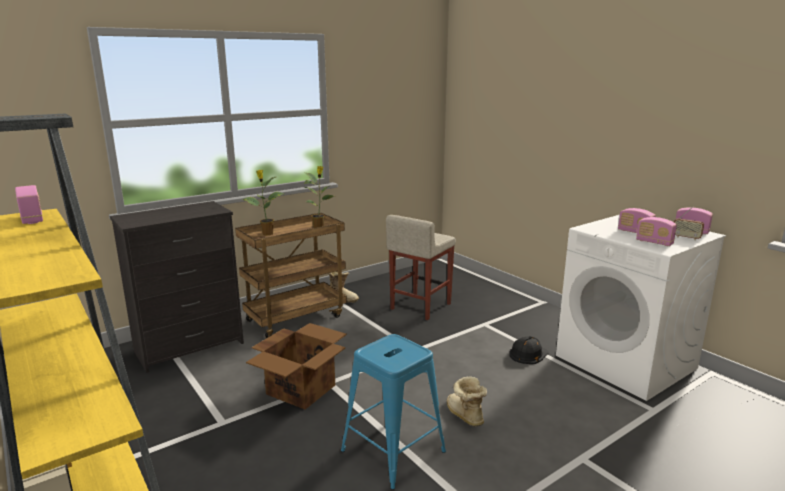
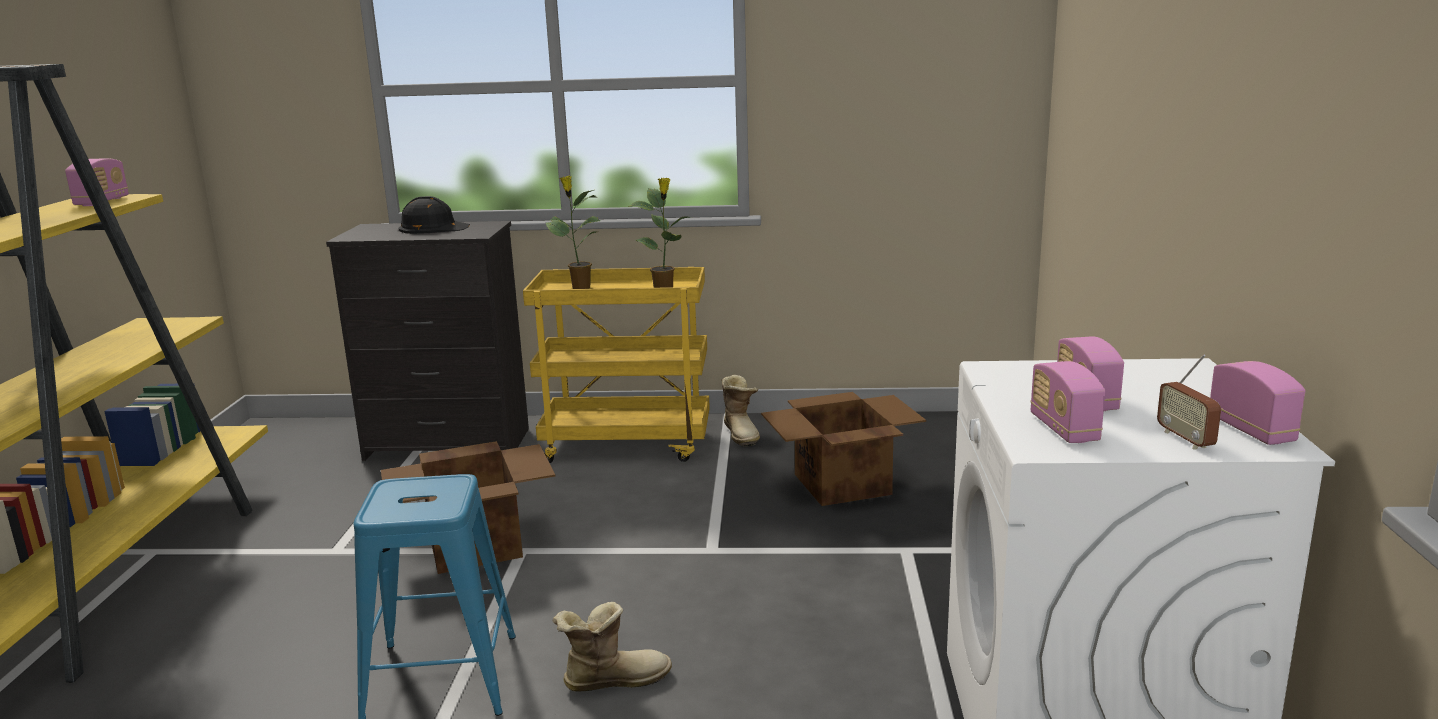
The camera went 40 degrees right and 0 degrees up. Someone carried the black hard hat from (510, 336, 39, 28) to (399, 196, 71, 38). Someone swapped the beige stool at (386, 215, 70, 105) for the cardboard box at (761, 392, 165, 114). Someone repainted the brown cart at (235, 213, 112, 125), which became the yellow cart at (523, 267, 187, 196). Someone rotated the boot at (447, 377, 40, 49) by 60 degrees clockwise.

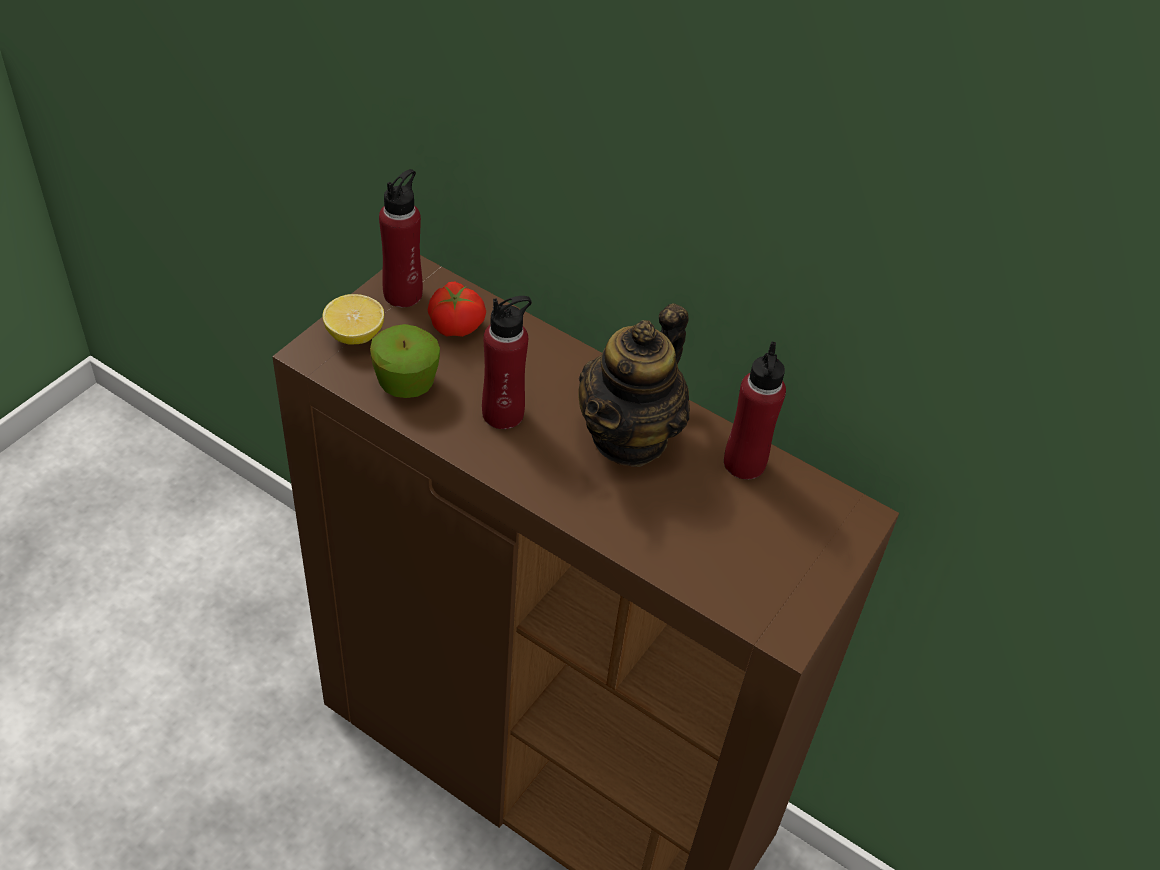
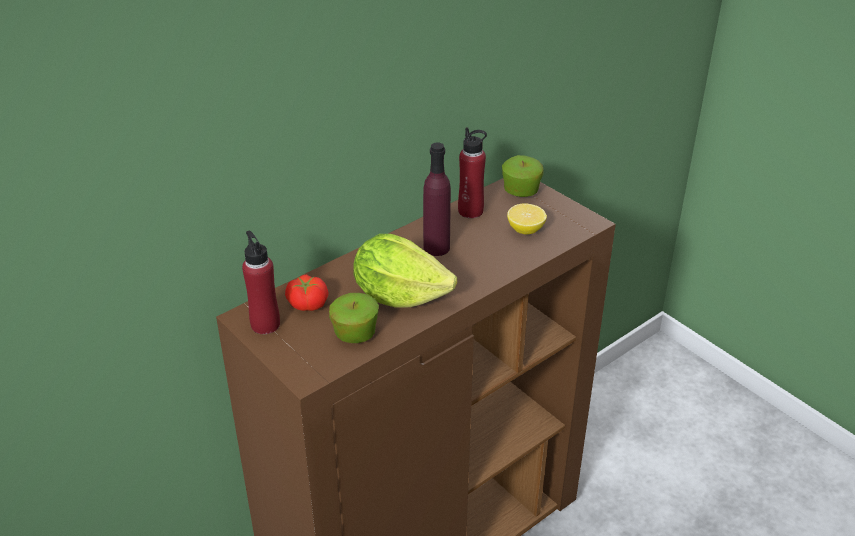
The camera went 70 degrees left and 10 degrees down. Someone put down the apple at (502, 155, 42, 42). Someone carried the lemon from (323, 294, 61, 51) to (507, 203, 40, 32). Someone swapped the red bottle at (482, 296, 50, 133) for the lettuce at (354, 234, 103, 74). Someone swapped the teapot at (579, 303, 111, 164) for the purple bottle at (423, 142, 28, 114).

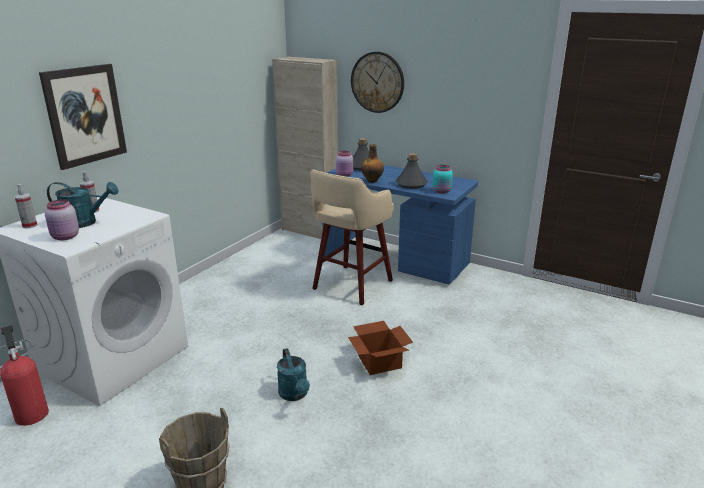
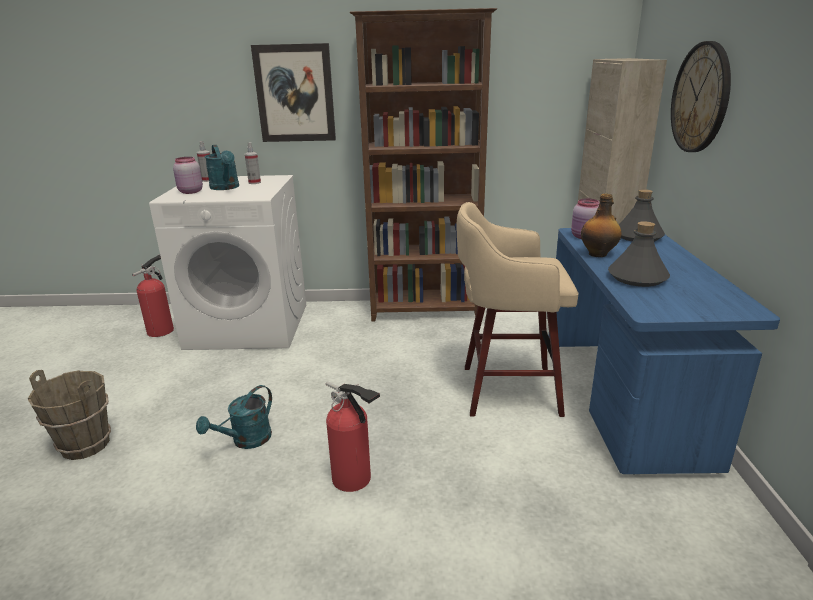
The camera went 60 degrees right and 0 degrees up. Someone took away the turquoise jar at (432, 165, 21, 28). Someone put down the brown bookcase at (350, 8, 147, 314). Someone swapped the cardboard box at (348, 321, 65, 54) for the fire extinguisher at (326, 381, 54, 111).

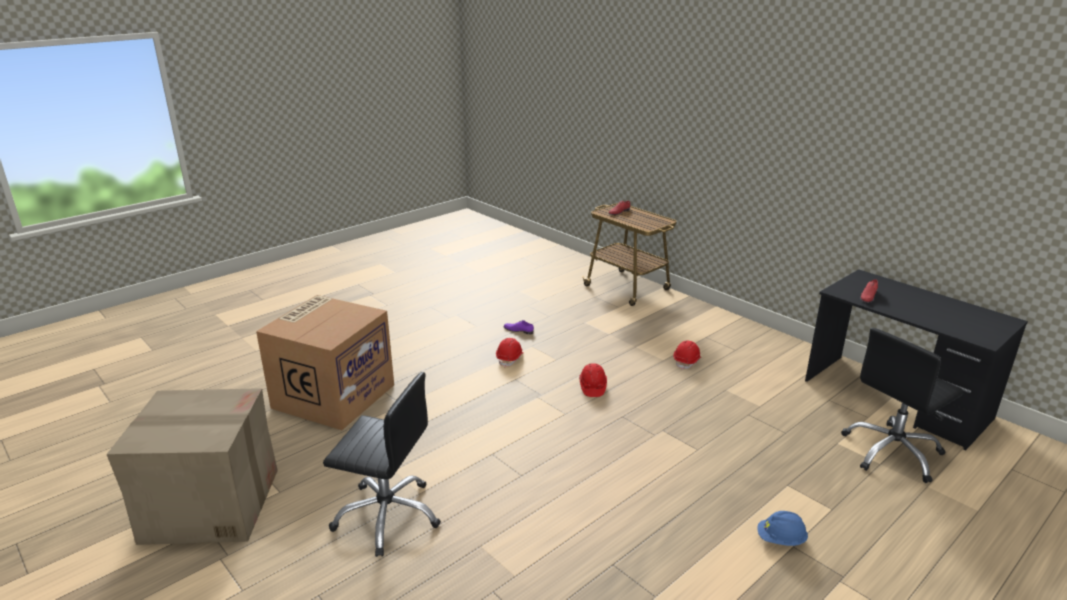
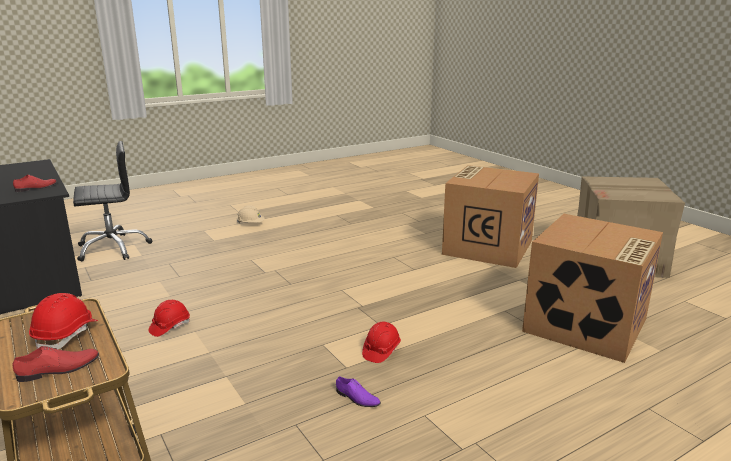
The camera went 170 degrees left and 5 degrees down. Someone carried the red hard hat from (579, 363, 28, 34) to (29, 293, 69, 56). Someone swapped the black office chair at (323, 372, 118, 185) for the cardboard box at (442, 165, 97, 103). Someone repainted the blue hard hat at (757, 511, 51, 35), which became the beige hard hat at (237, 205, 28, 18).

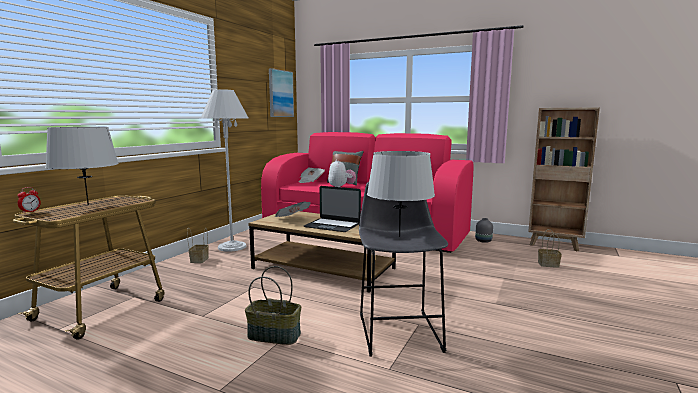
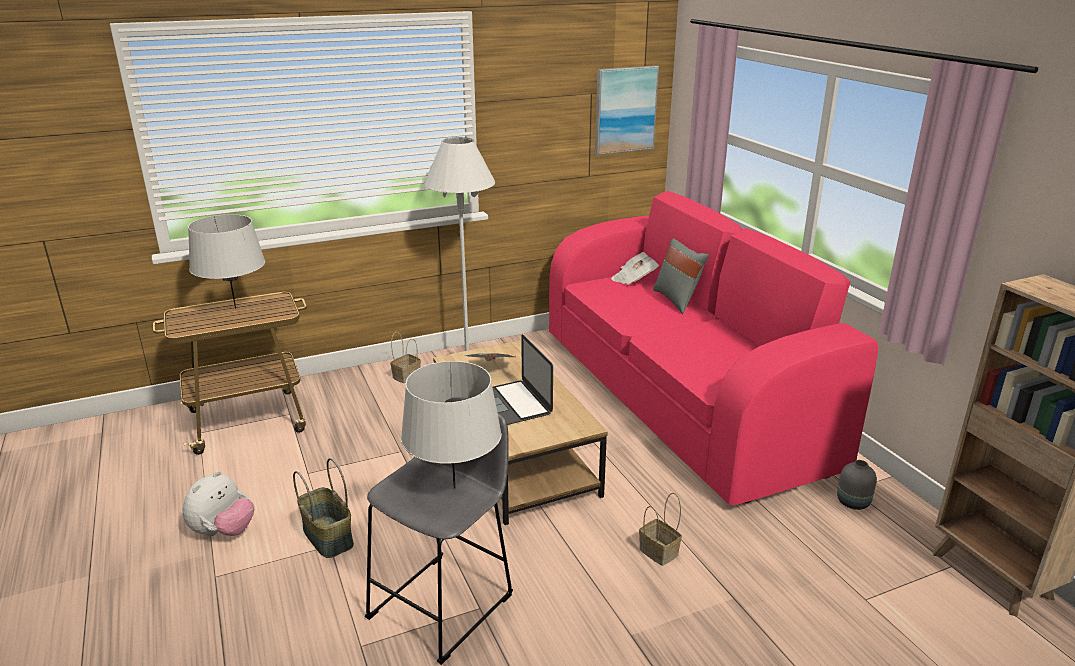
The camera went 40 degrees right and 15 degrees up. Someone took away the alarm clock at (17, 187, 24, 26). Someone carried the plush toy from (328, 159, 28, 28) to (182, 471, 72, 66). Someone carried the basket from (538, 229, 24, 39) to (639, 493, 43, 73).

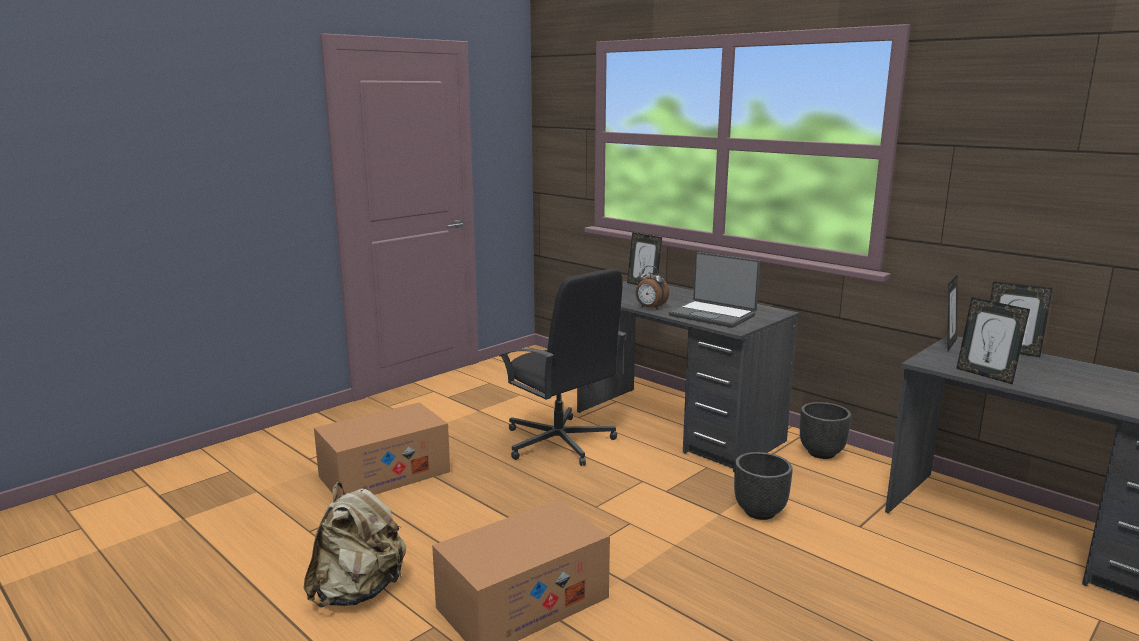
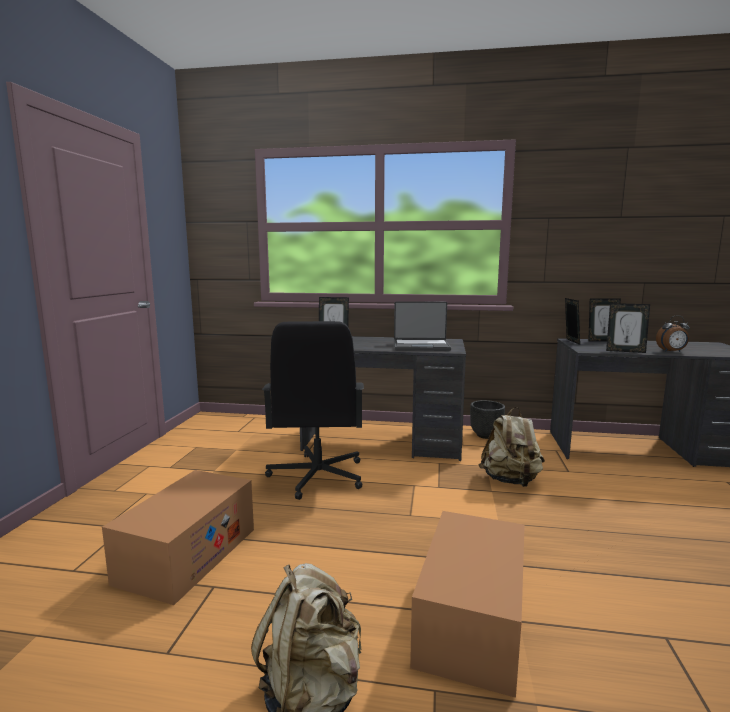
The camera went 35 degrees left and 5 degrees down. Someone carried the alarm clock from (636, 266, 33, 44) to (656, 315, 34, 37). Someone swapped the black planter at (734, 452, 59, 68) for the beige backpack at (479, 407, 66, 80). Someone rotated the black office chair at (499, 269, 127, 197) by 75 degrees clockwise.

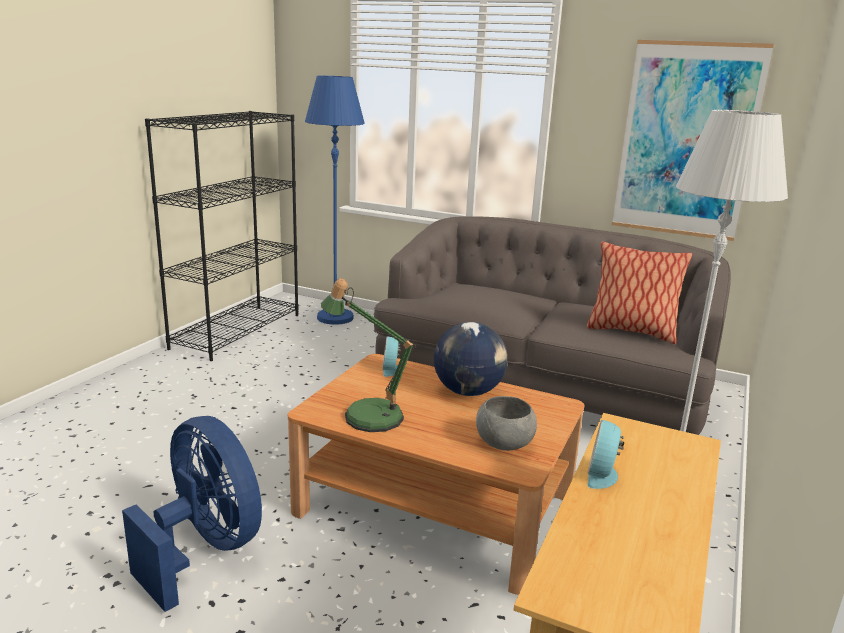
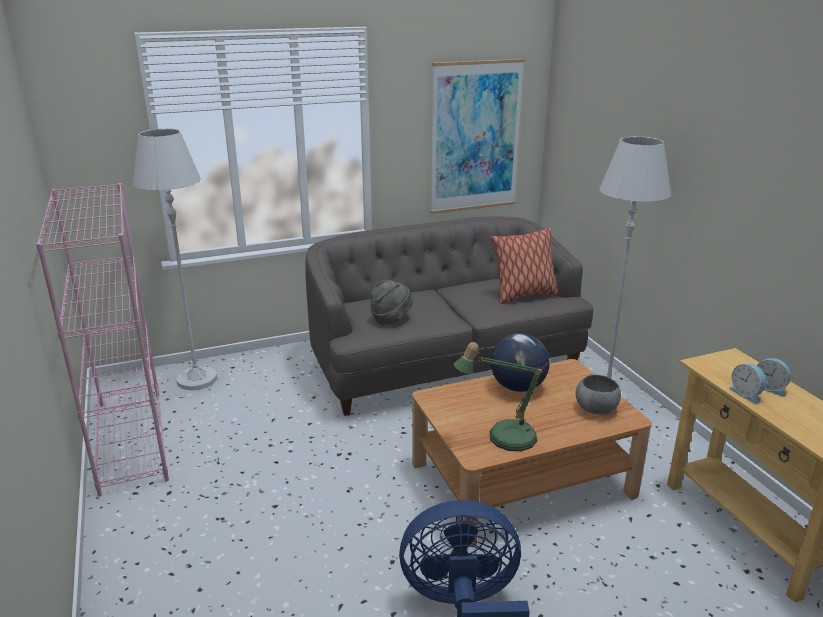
The camera went 45 degrees left and 5 degrees up. Someone put down the grey hat at (370, 280, 43, 45). Someone carried the alarm clock from (382, 337, 19, 40) to (756, 358, 35, 39). Someone repainted the black bookcase at (145, 111, 154, 250), which became the pink bookcase at (36, 183, 133, 314). Someone repainted the blue floor lamp at (305, 76, 60, 249), which became the white floor lamp at (132, 128, 85, 262).

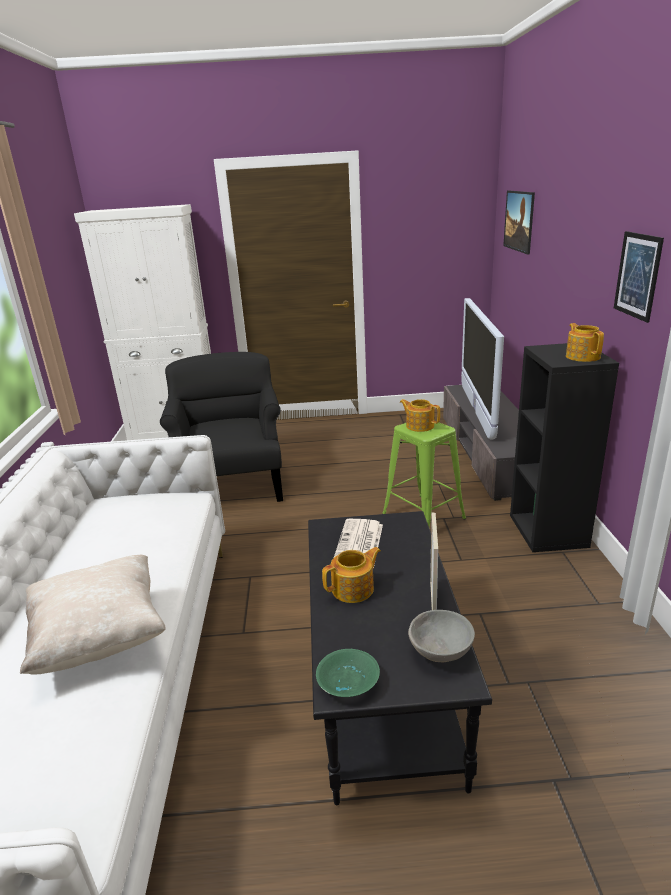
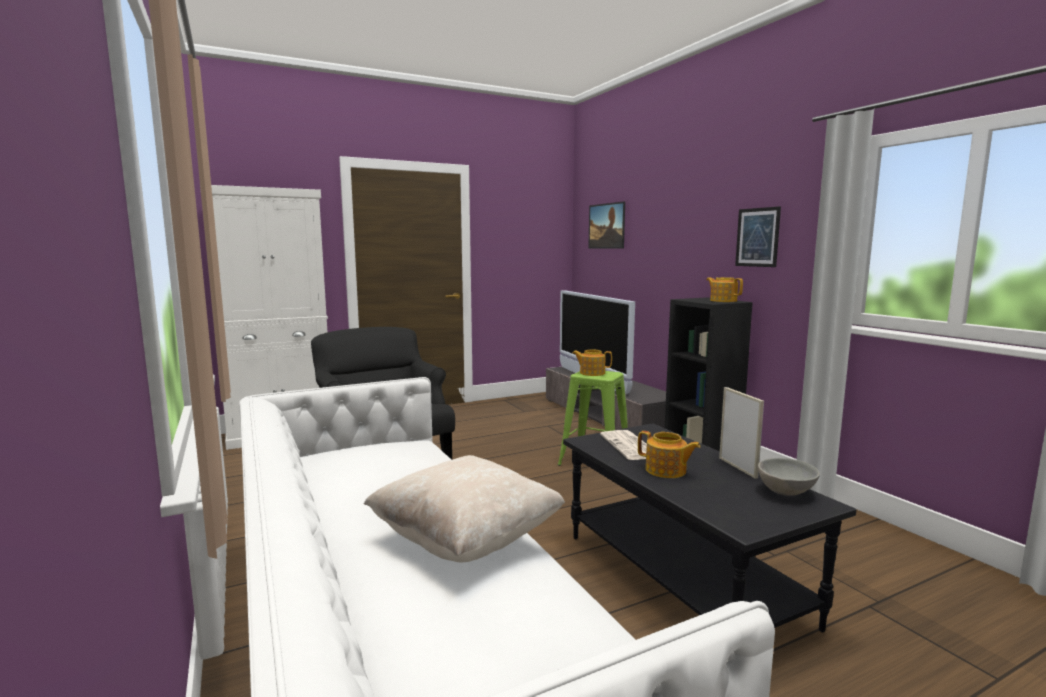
The camera went 25 degrees left and 15 degrees down. Someone took away the green bowl at (316, 649, 64, 48). Someone rotated the teapot at (322, 547, 59, 56) by 90 degrees clockwise.

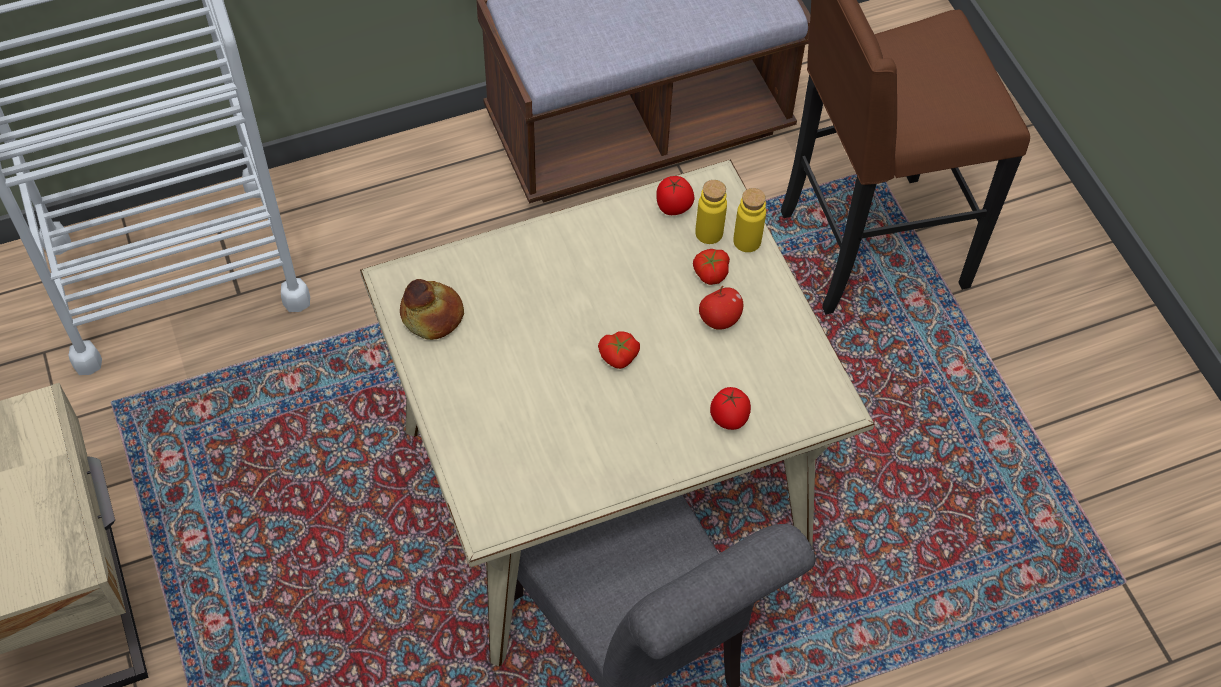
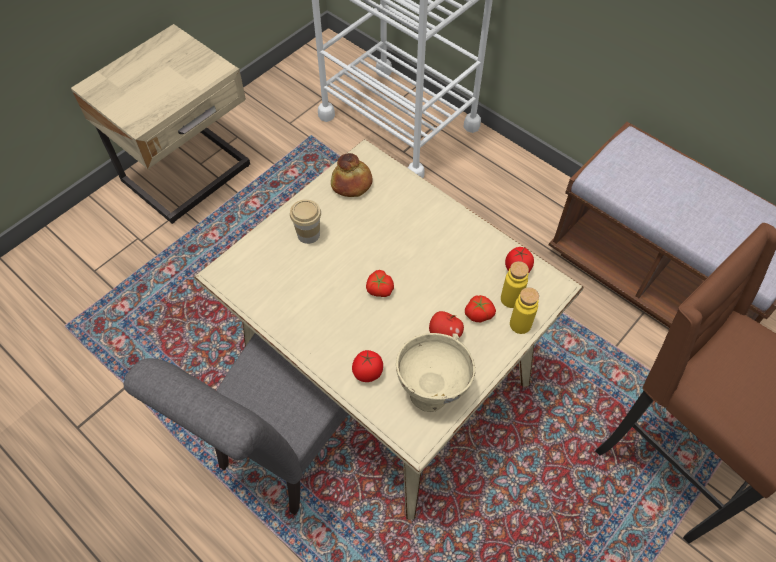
The camera went 65 degrees right and 0 degrees up. Someone put down the cup at (290, 199, 31, 45). Someone put down the beige bowl at (396, 333, 79, 79).

